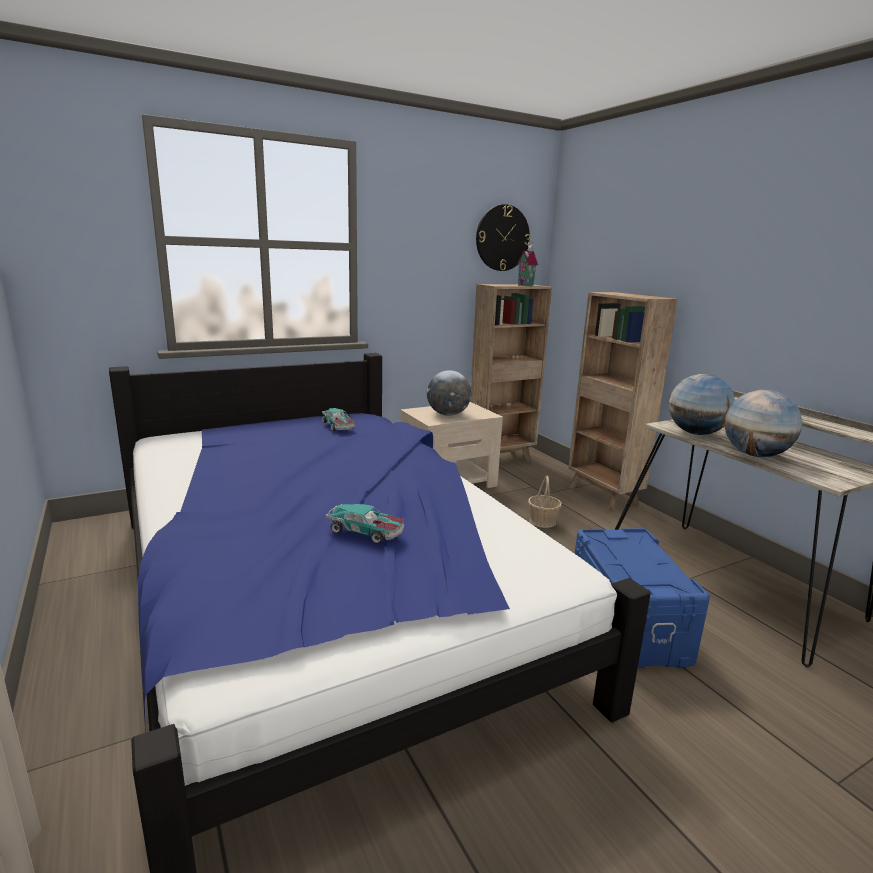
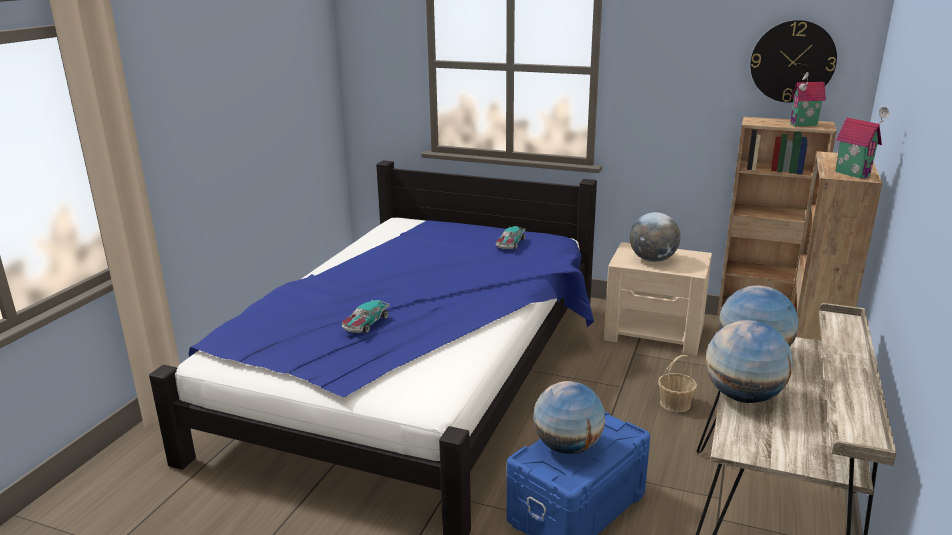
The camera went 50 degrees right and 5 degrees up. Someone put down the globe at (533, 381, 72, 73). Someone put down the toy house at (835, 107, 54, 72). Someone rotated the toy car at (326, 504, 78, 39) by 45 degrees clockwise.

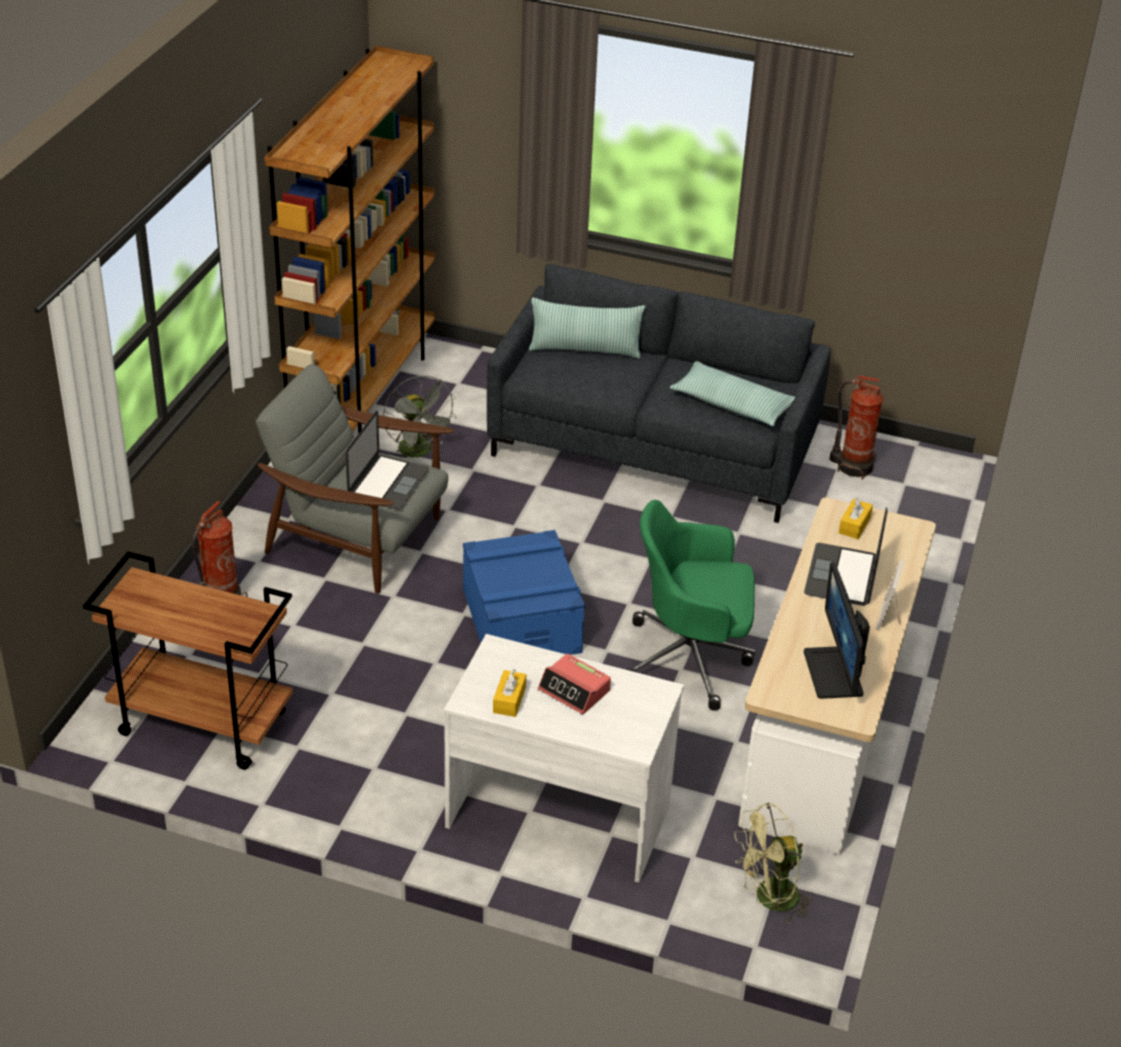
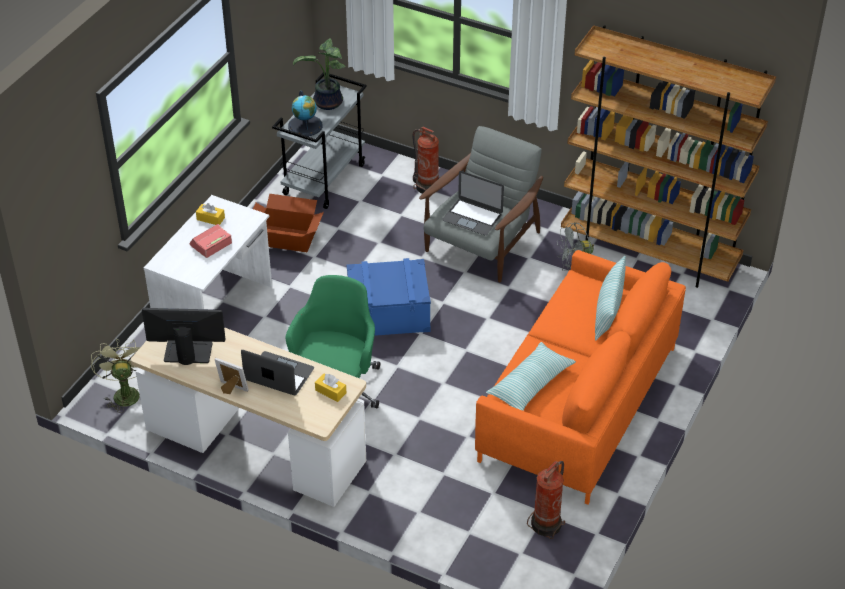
The camera went 100 degrees right and 5 degrees up. Someone put down the cardboard box at (253, 194, 71, 58). Someone put down the globe at (288, 90, 34, 46). Someone put down the potted plant at (293, 38, 53, 72). Someone repainted the brown cart at (83, 552, 210, 218), which became the grey cart at (272, 72, 95, 137). Someone repainted the grey sofa at (487, 264, 344, 259), which became the orange sofa at (475, 250, 211, 255).

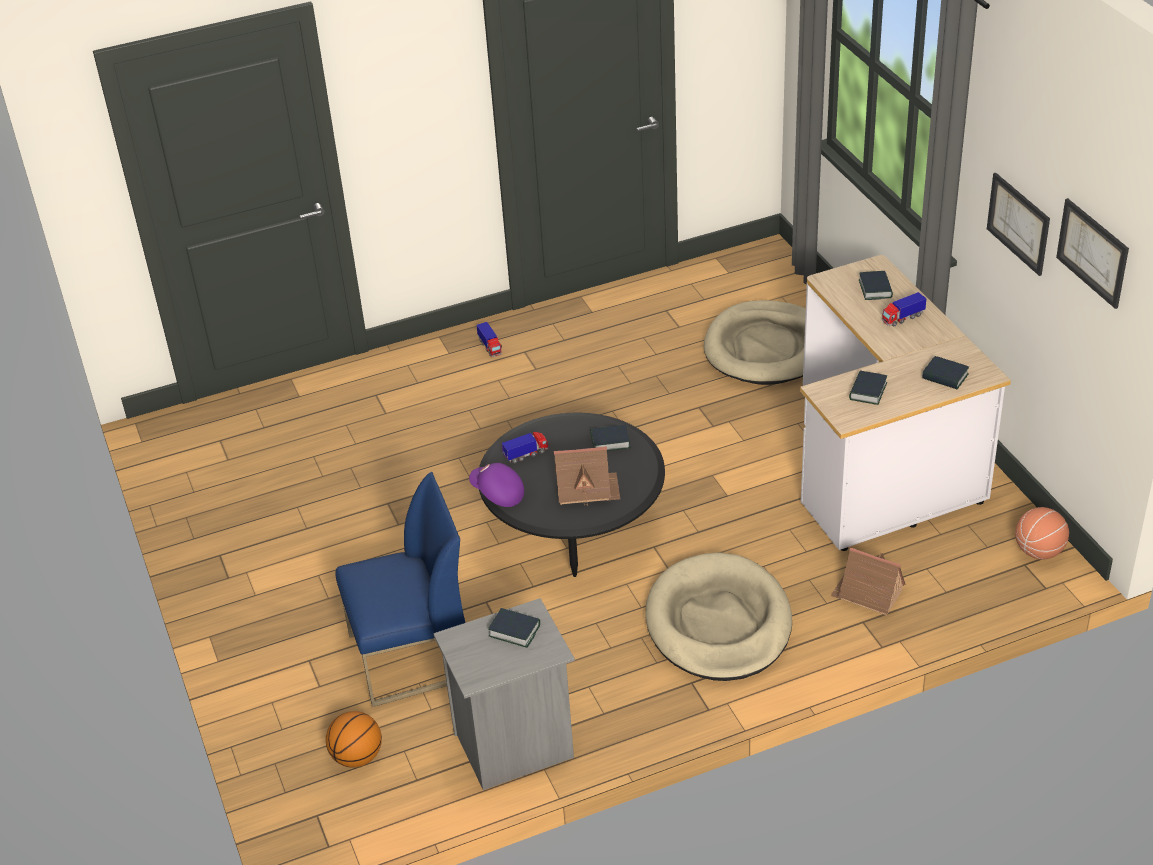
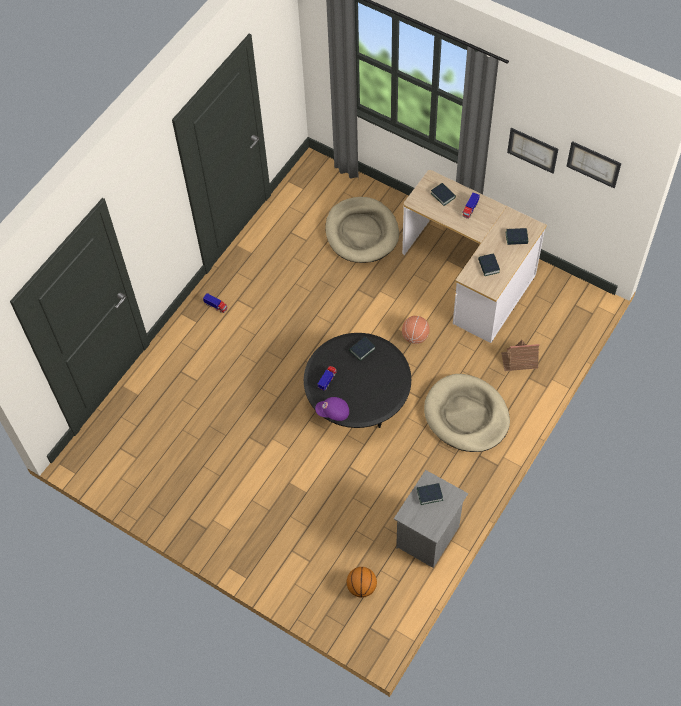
The camera went 35 degrees left and 20 degrees up. Someone took away the blue chair at (335, 472, 130, 235). Someone took away the toy house at (554, 446, 66, 60). Someone carried the basketball from (1015, 507, 54, 53) to (402, 316, 28, 28).

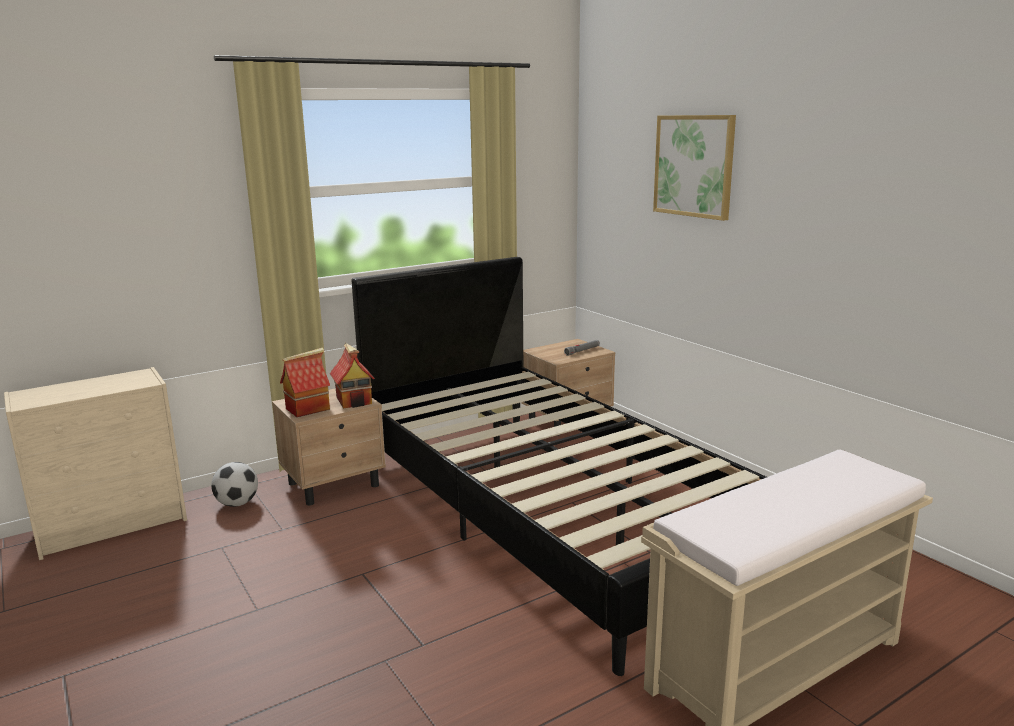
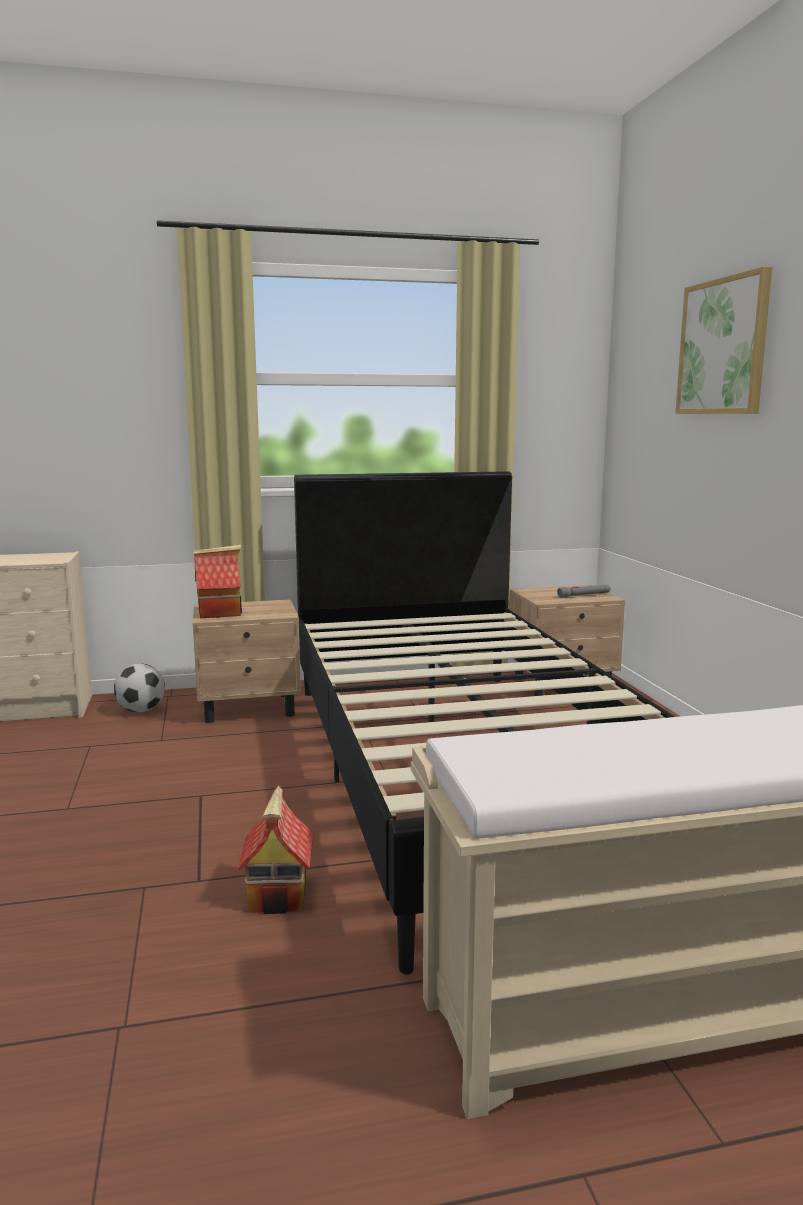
The camera went 20 degrees right and 5 degrees down. Someone carried the toy house from (330, 343, 45, 66) to (237, 785, 77, 129).

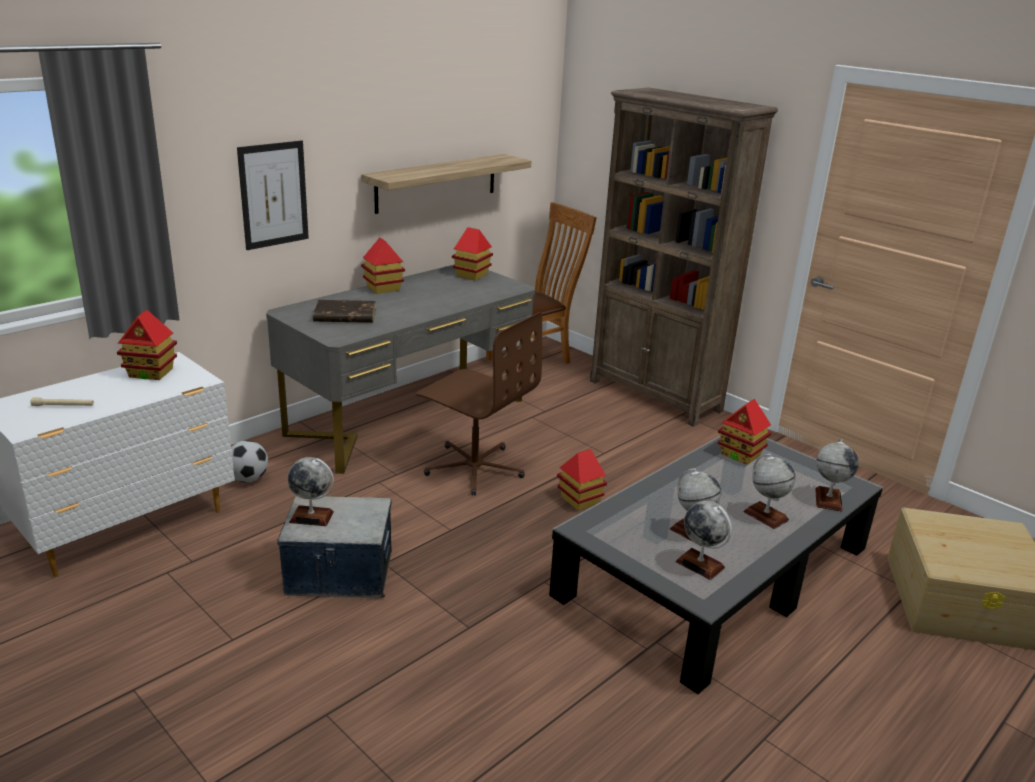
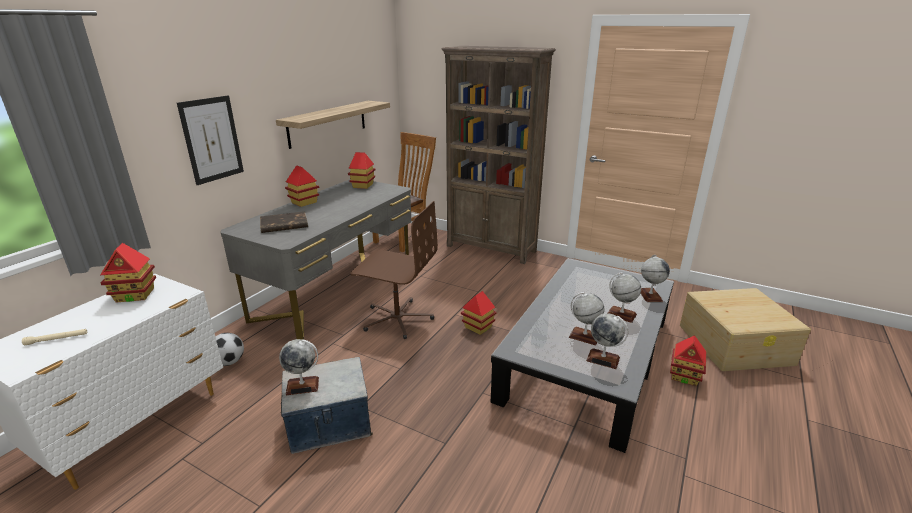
The camera went 15 degrees left and 0 degrees up. Someone carried the toy house from (718, 399, 54, 66) to (670, 335, 36, 51).

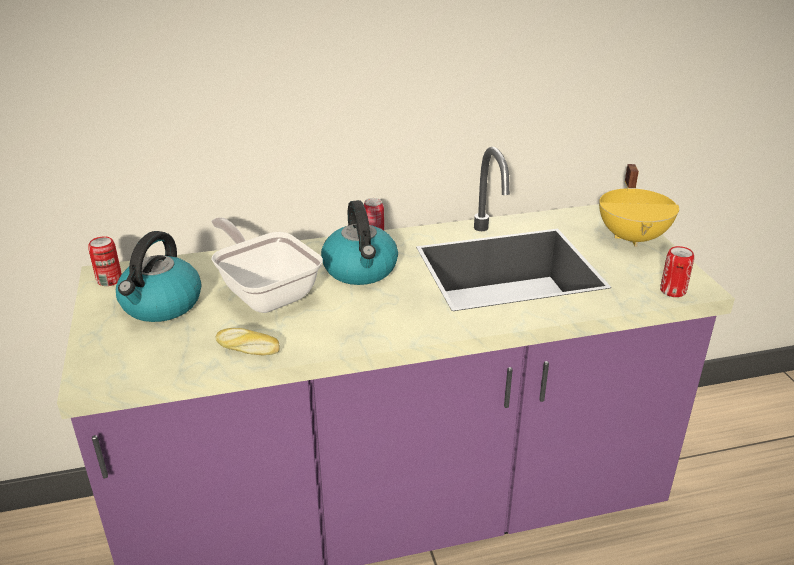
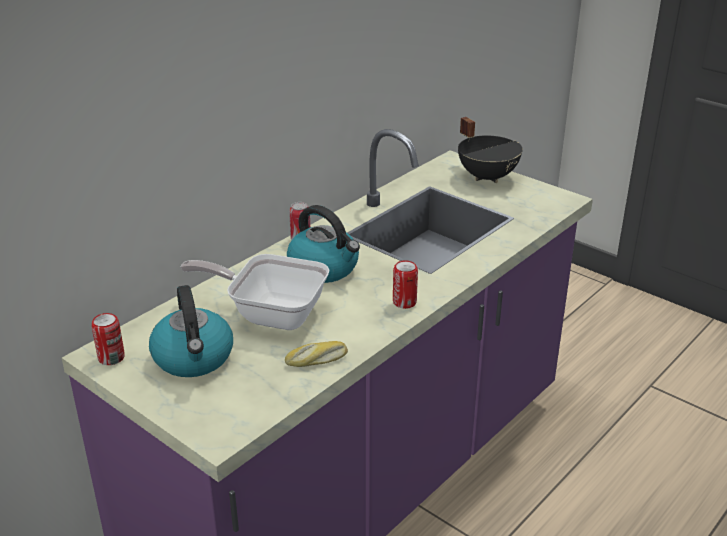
The camera went 35 degrees left and 0 degrees up. Someone carried the can from (660, 246, 34, 51) to (393, 260, 25, 49). Someone repainted the yellow cooking pot at (599, 164, 80, 83), which became the black cooking pot at (458, 117, 65, 66).

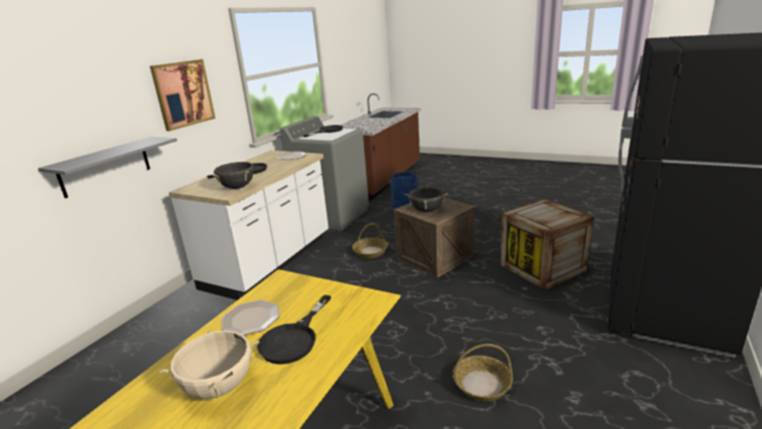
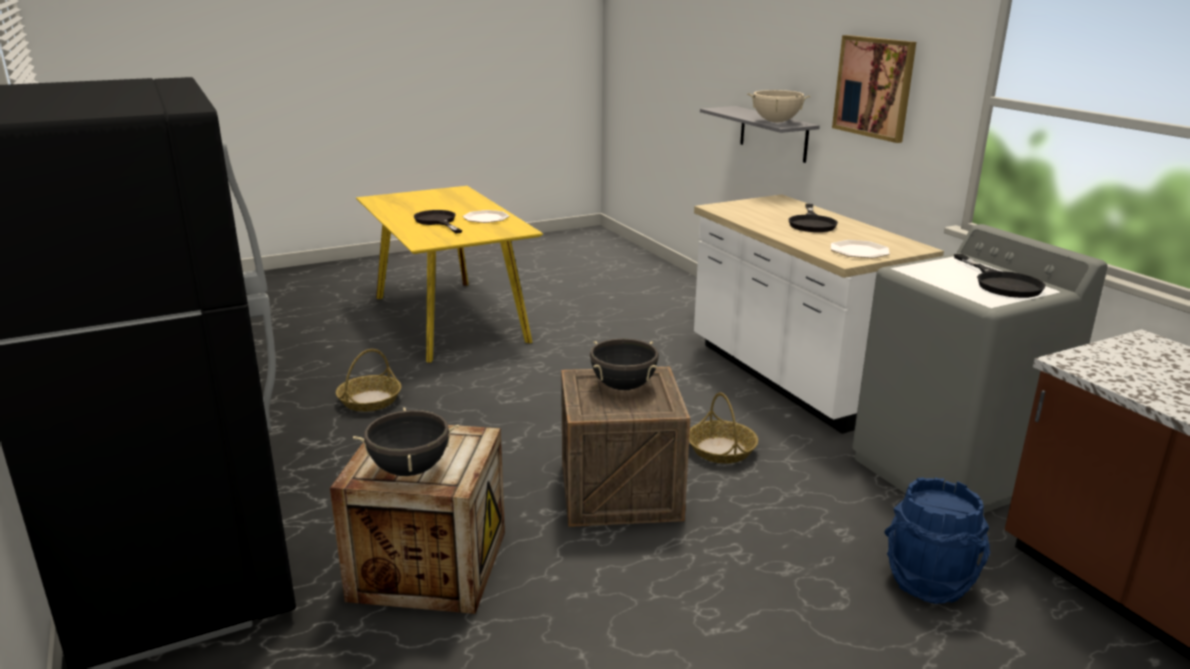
The camera went 125 degrees right and 0 degrees up. Someone carried the beige cooking pot from (159, 329, 100, 70) to (747, 90, 63, 33). Someone carried the black cooking pot from (212, 162, 42, 27) to (353, 407, 106, 69).

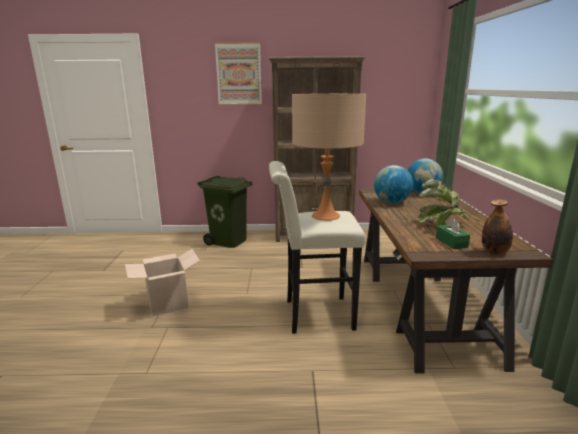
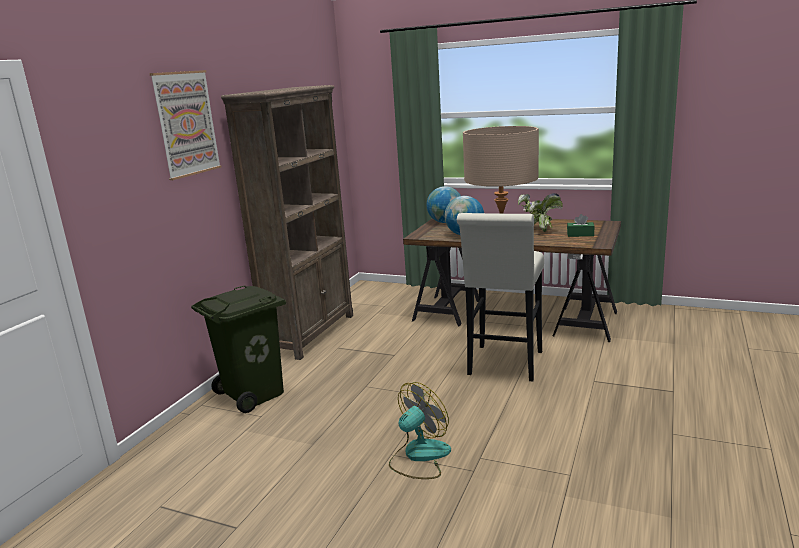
The camera went 65 degrees left and 0 degrees up. Someone took away the bottle at (482, 199, 31, 55). Someone swapped the cardboard box at (125, 249, 75, 67) for the fan at (389, 382, 62, 97).

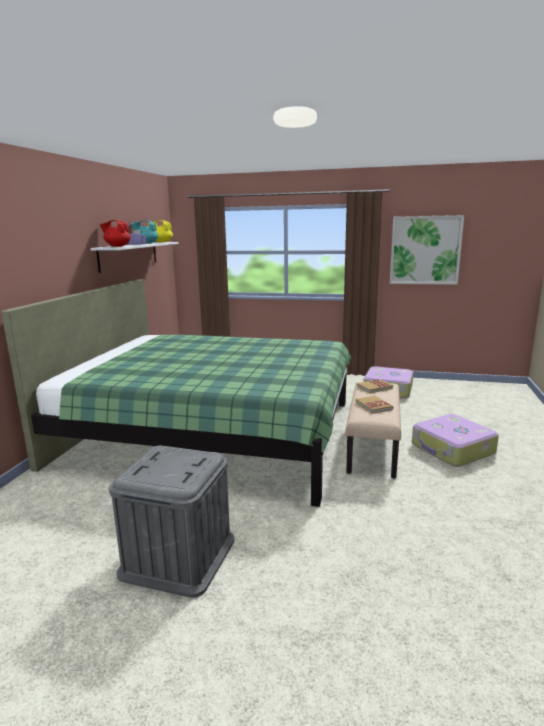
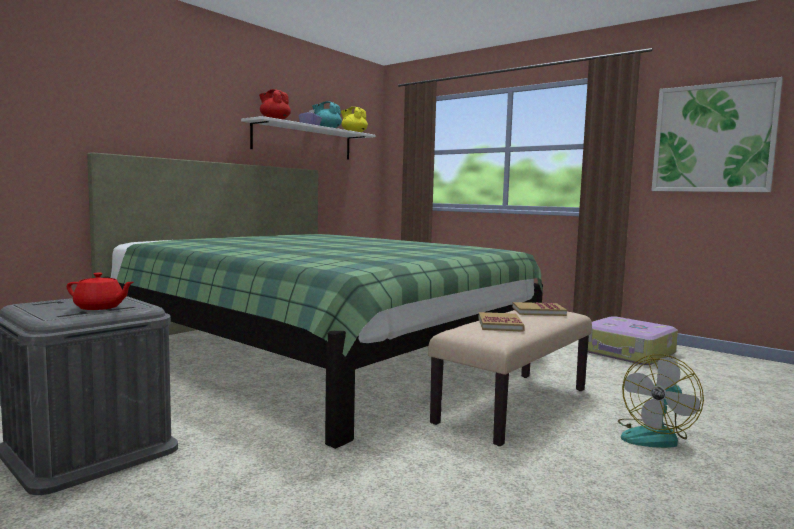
The camera went 25 degrees right and 10 degrees down. Someone put down the red teapot at (67, 273, 67, 37). Someone swapped the suitcase at (412, 414, 87, 53) for the fan at (618, 354, 86, 94).

